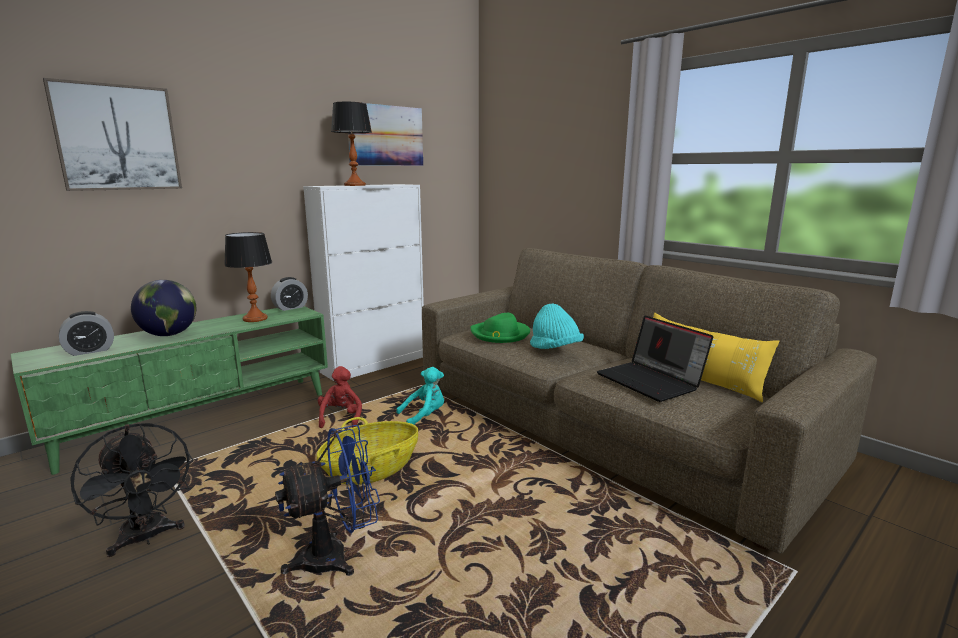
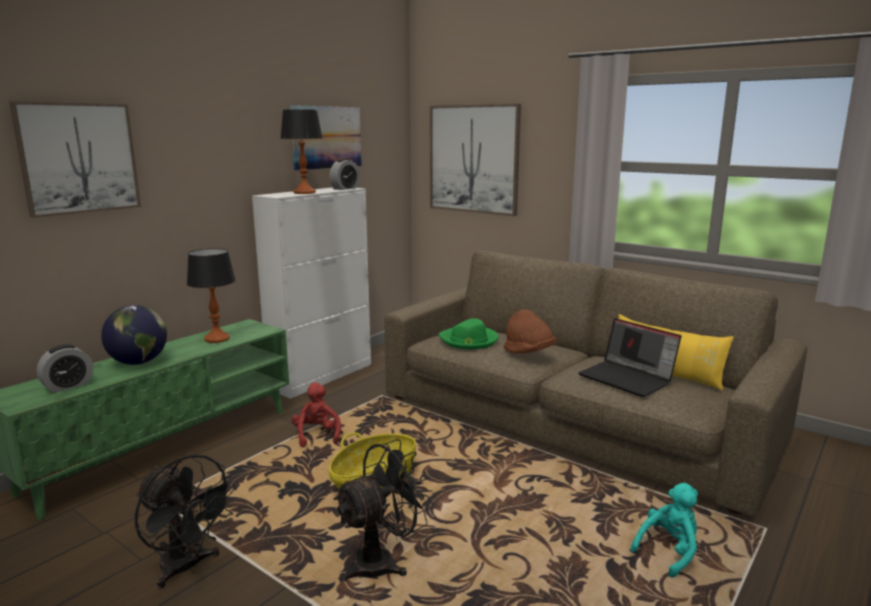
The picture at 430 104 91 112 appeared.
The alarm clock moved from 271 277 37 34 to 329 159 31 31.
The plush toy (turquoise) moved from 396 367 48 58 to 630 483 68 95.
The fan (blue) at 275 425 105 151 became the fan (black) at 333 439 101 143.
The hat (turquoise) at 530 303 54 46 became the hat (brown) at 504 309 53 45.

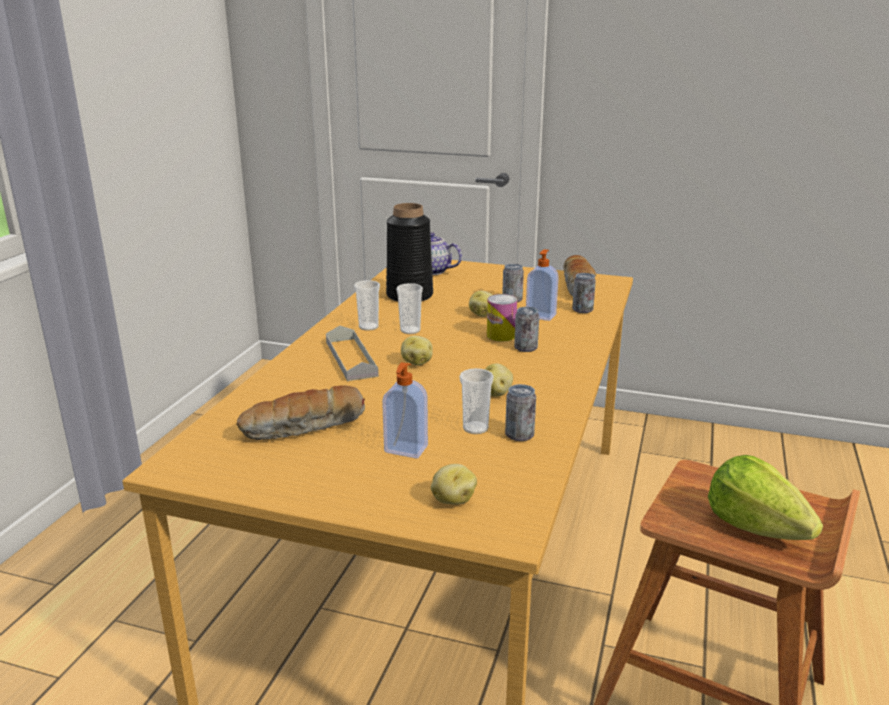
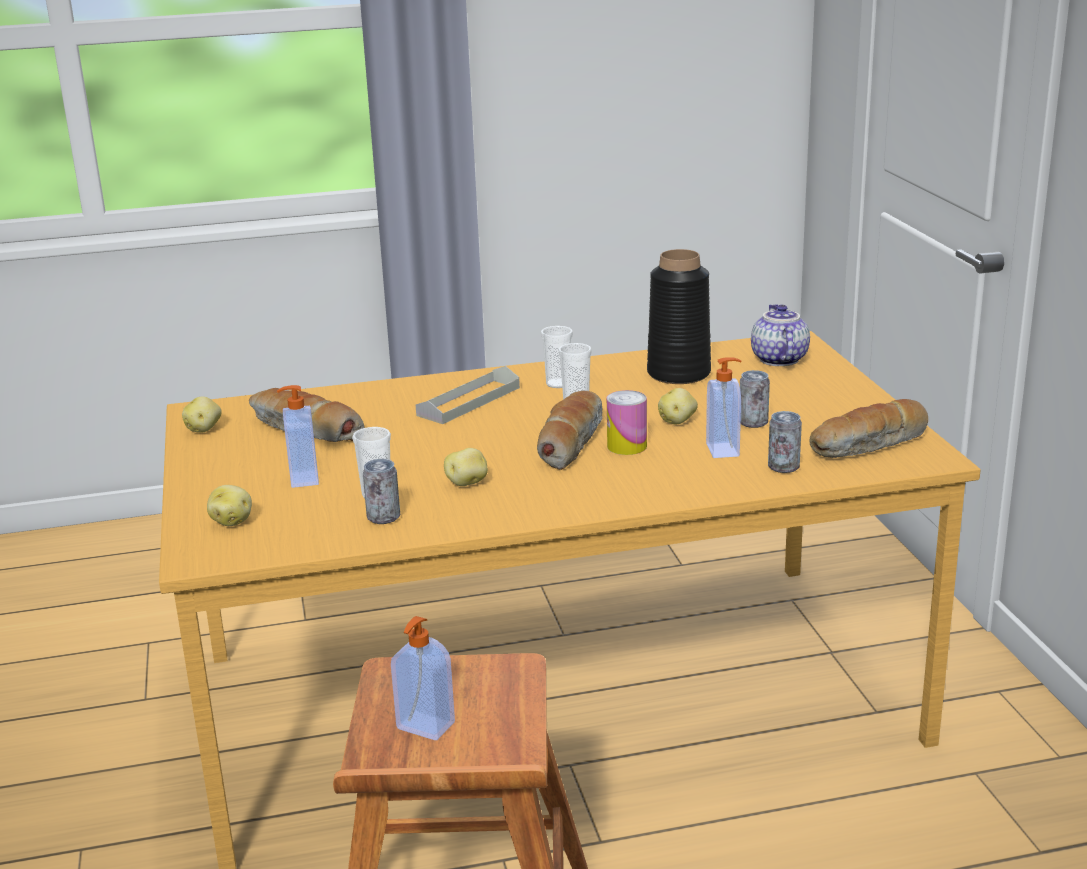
The can at 514 307 25 45 disappeared.
The bread at 537 391 66 79 appeared.
The potato moved from 401 336 32 30 to 182 396 40 37.
The lettuce at 708 455 115 85 was replaced by the soap dispenser at 391 616 64 124.

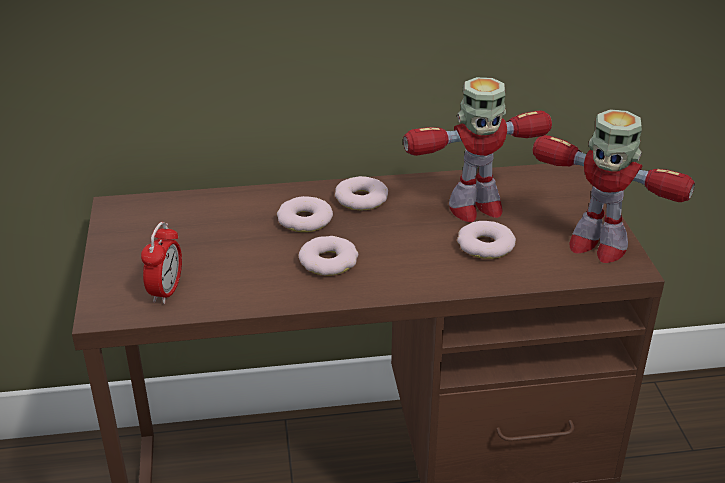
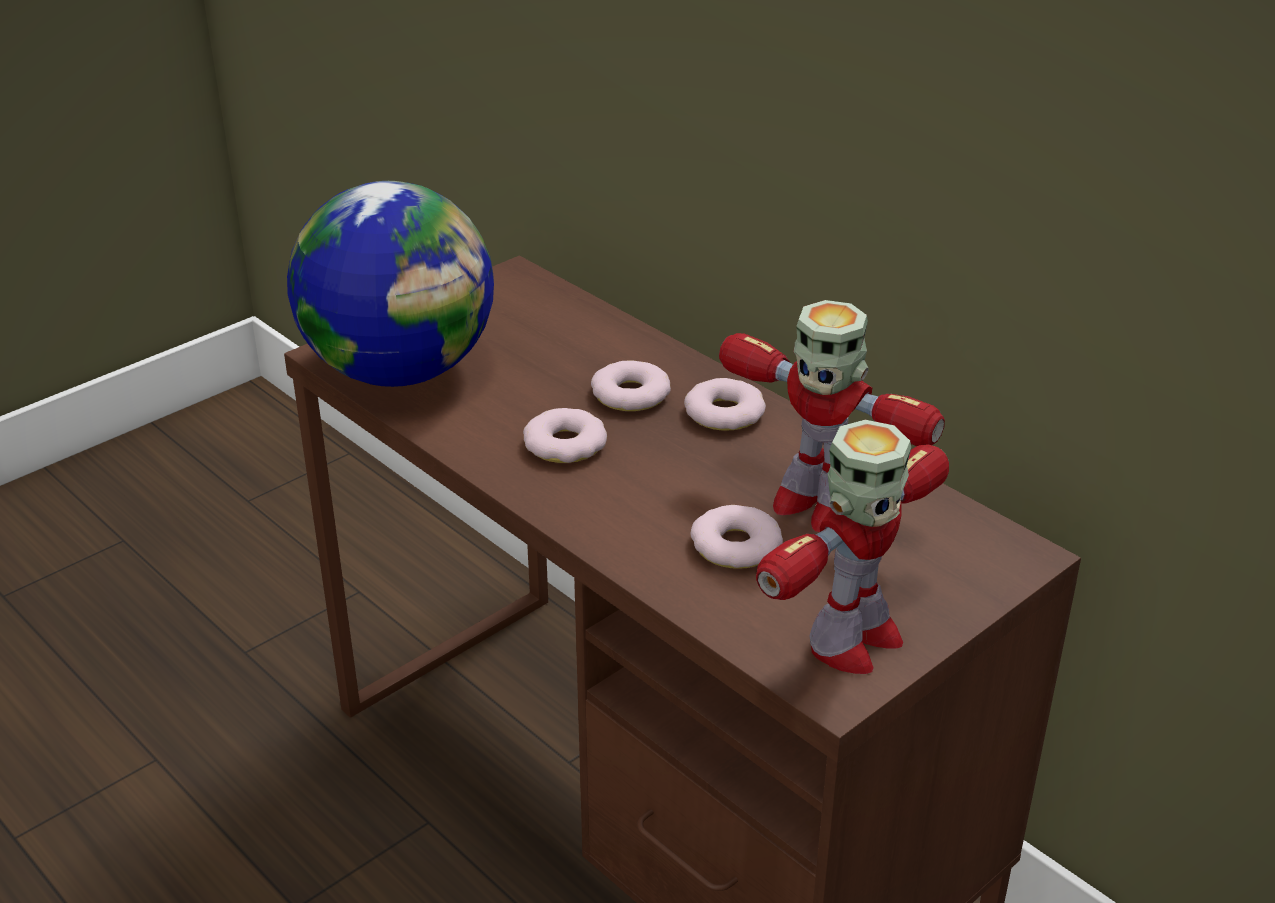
The alarm clock at 141 222 41 82 was replaced by the globe at 287 181 207 206.
The toy robot at 532 109 163 154 turned 135 degrees counterclockwise.

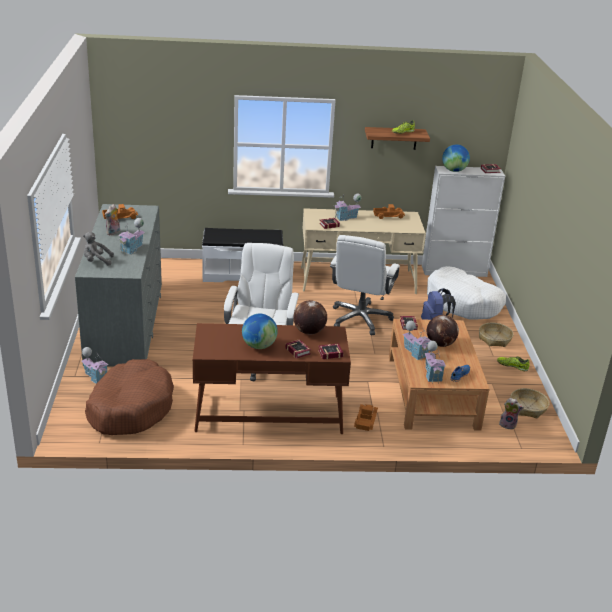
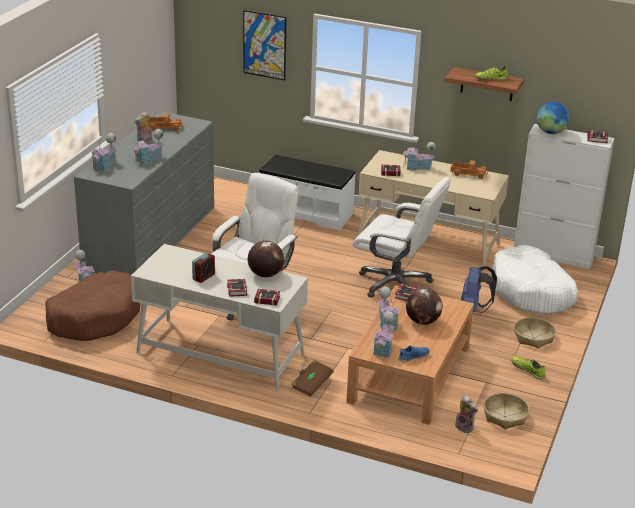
The picture at 243 10 43 70 appeared.
The plush toy (grey) at 83 232 31 34 was replaced by the toy house at 91 133 26 39.
The globe at 242 314 36 35 was replaced by the alarm clock at 192 252 23 31.
The toy truck at 354 404 24 27 was replaced by the book (brown) at 291 359 43 38.
The desk (brown) at 193 323 158 111 became the desk (white) at 131 244 177 147.
The office chair (white) at 330 235 70 100 turned 105 degrees counterclockwise.

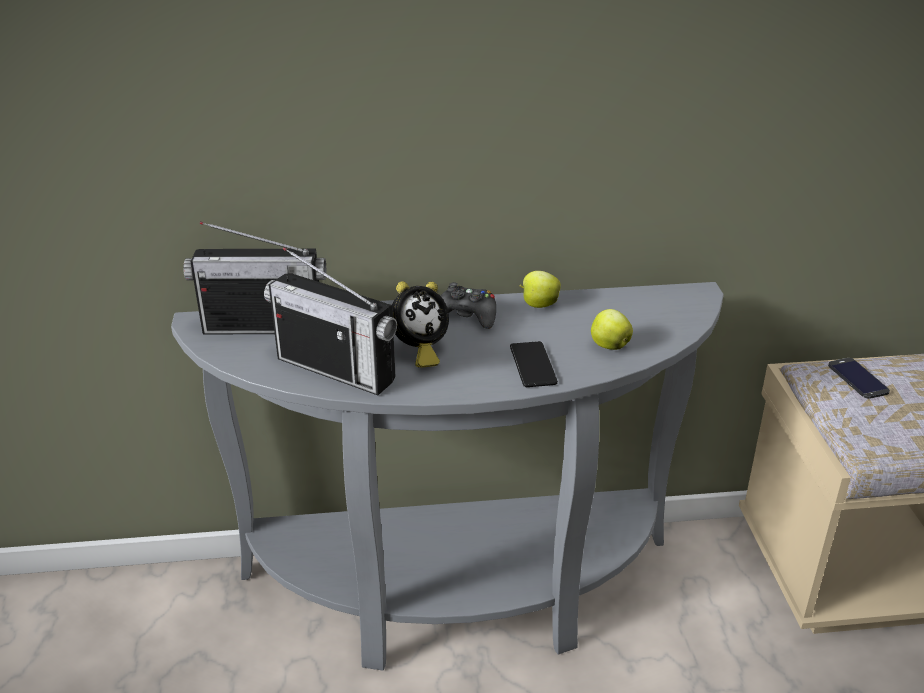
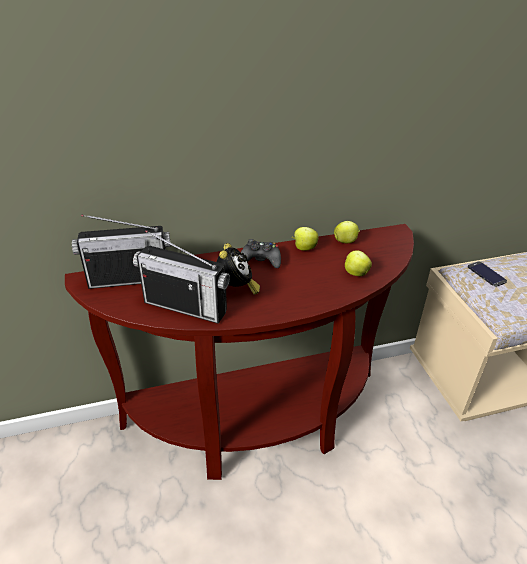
The phone at 510 341 48 46 disappeared.
The apple at 334 221 26 23 appeared.
The console table (grey) at 171 282 553 389 became the console table (brown) at 65 224 349 256.
The alarm clock at 392 282 57 86 turned 45 degrees counterclockwise.

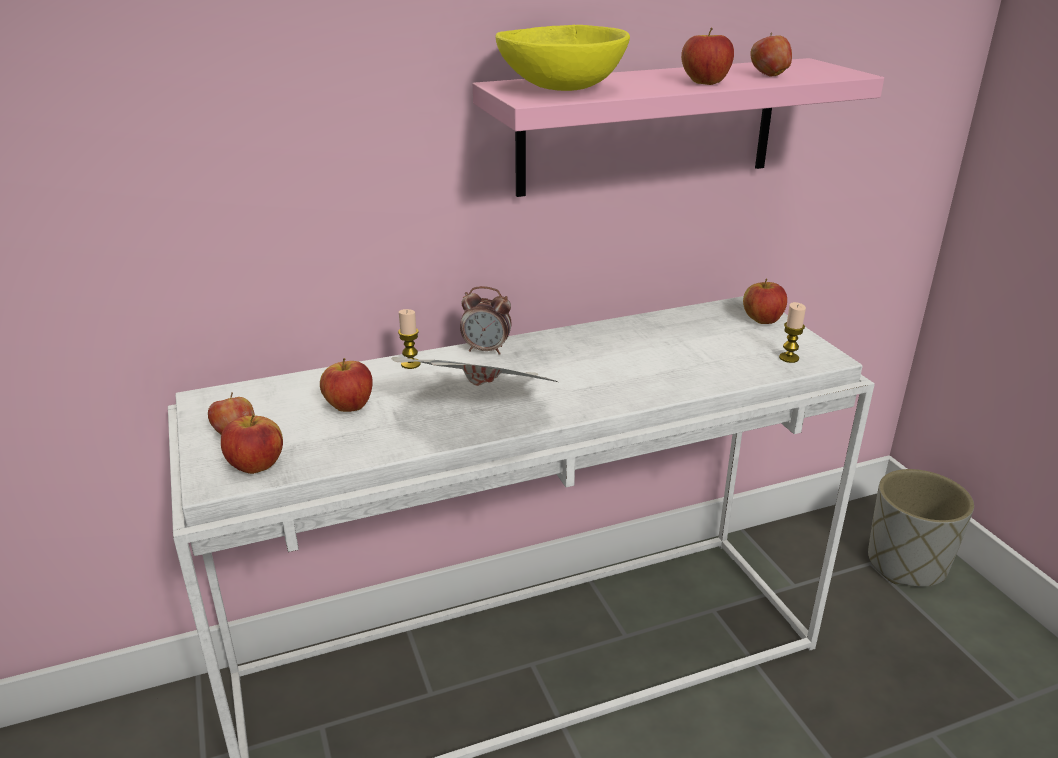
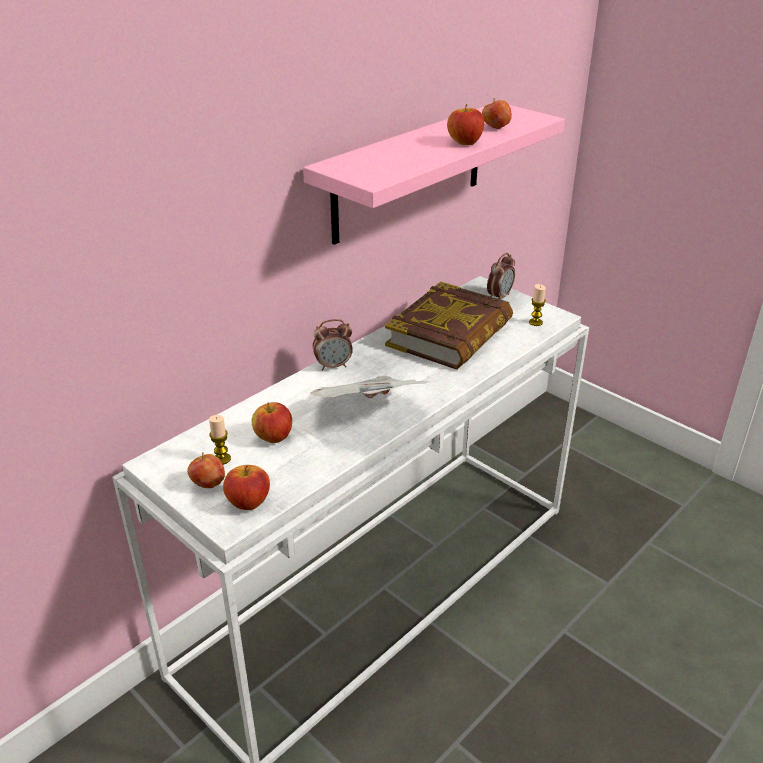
The bowl (yellow) at 495 25 135 66 disappeared.
The planter (grey) at 868 469 106 118 disappeared.
The book at 385 282 128 88 appeared.
The candle moved from 398 309 23 60 to 209 415 22 50.
The apple at 743 279 44 45 was replaced by the alarm clock at 487 253 28 46.

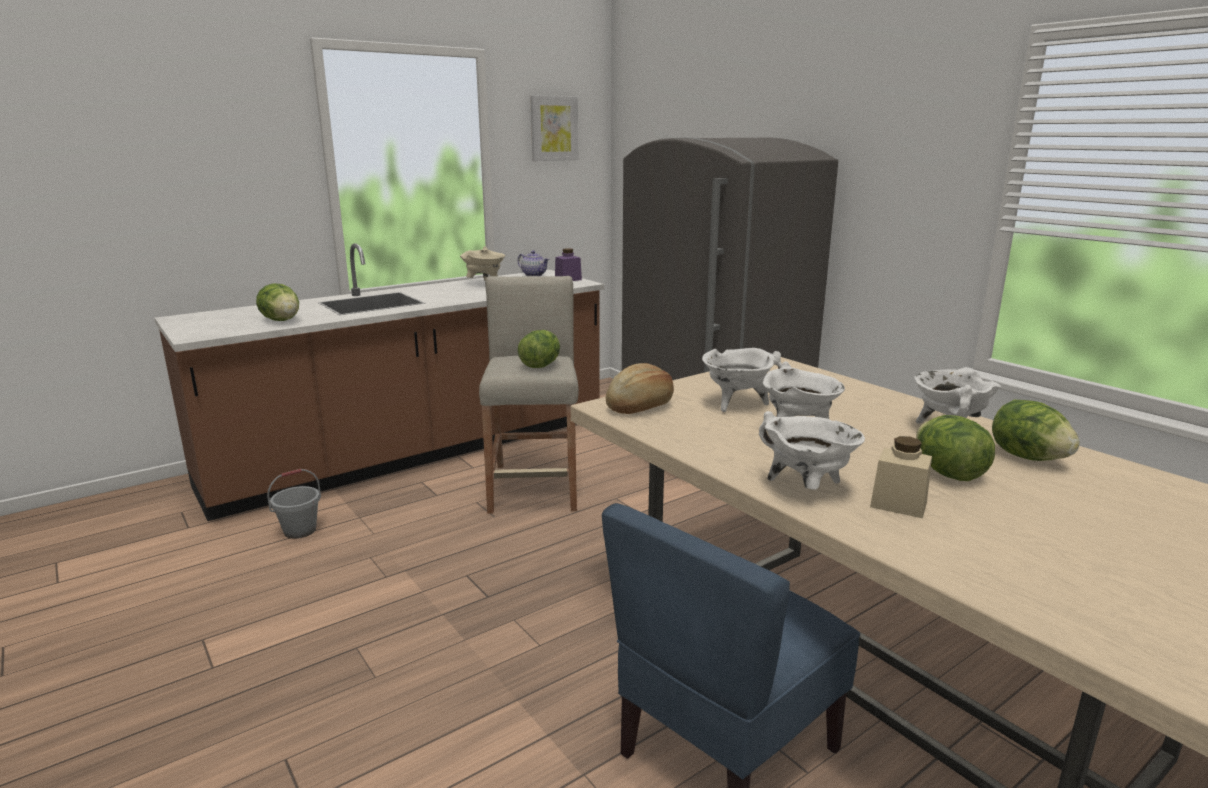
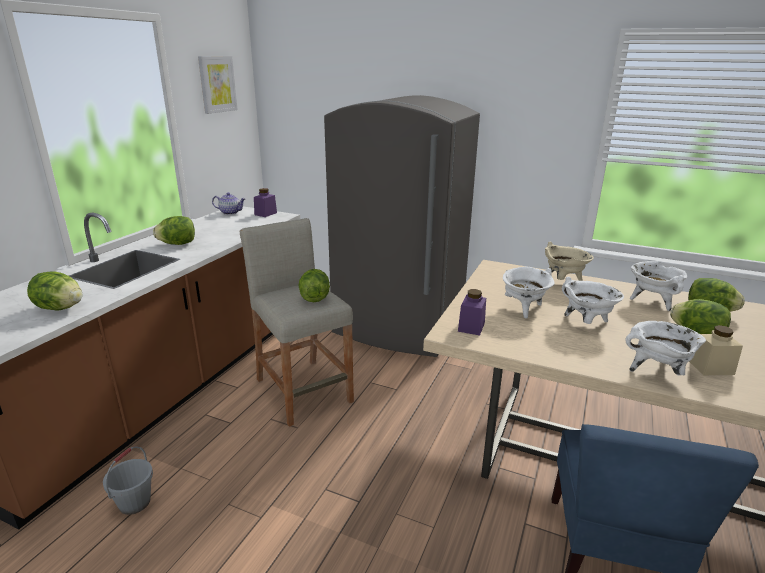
The lettuce at 153 216 42 29 appeared.
The cooking pot (beige) moved from 460 246 45 35 to 545 241 49 40.
The bread at 606 363 68 51 was replaced by the jar (purple) at 458 289 28 46.

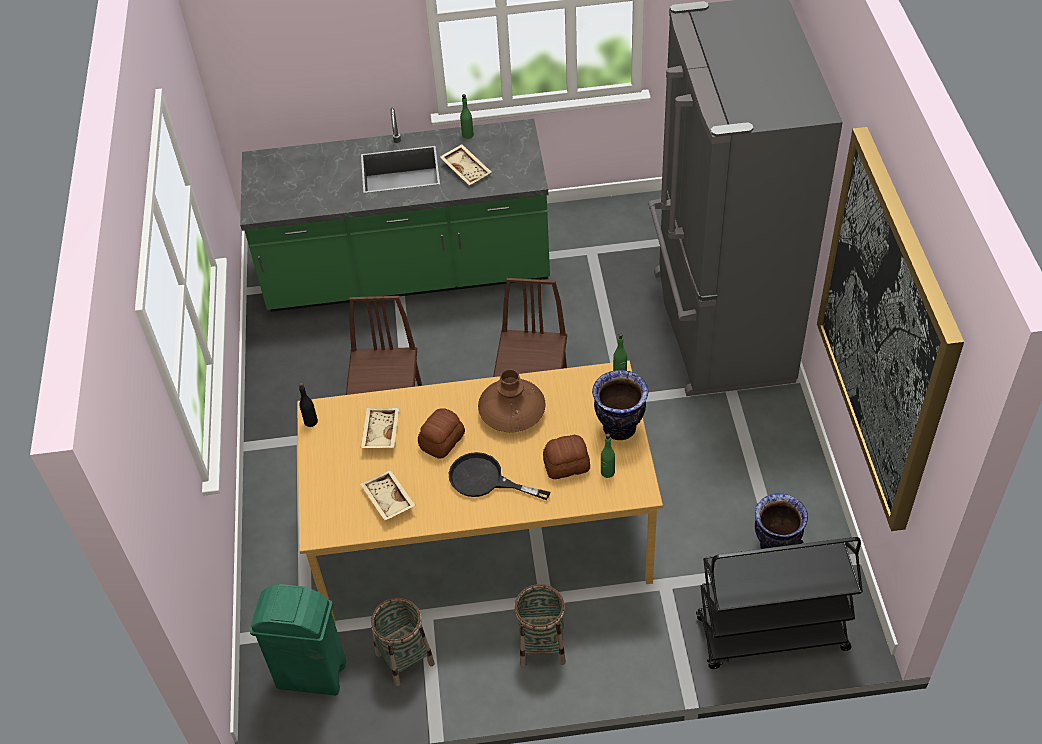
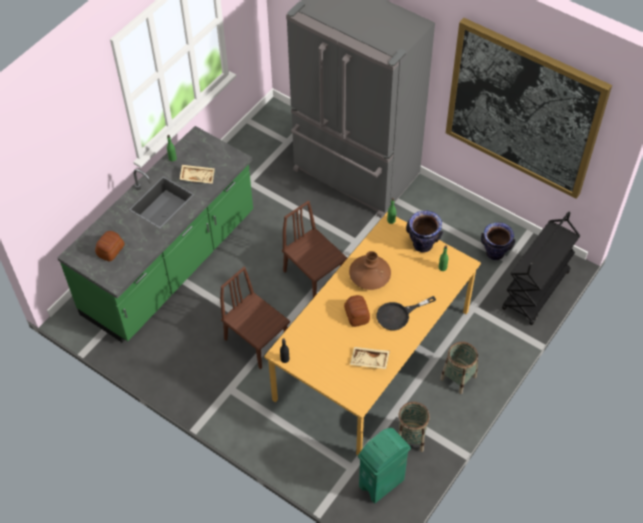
The tray (beige) at 361 408 38 40 disappeared.
The bread moved from 543 435 47 44 to 95 231 30 30.

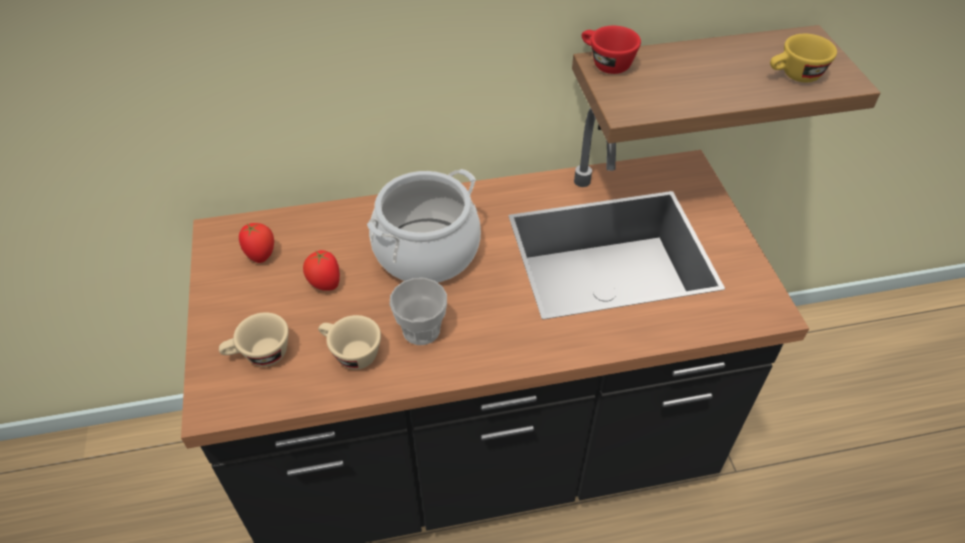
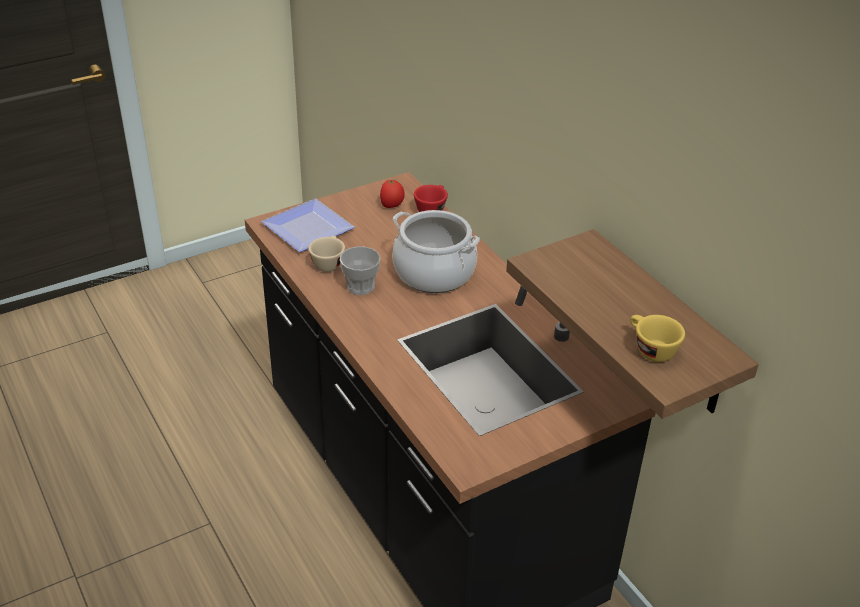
The tomato at 303 250 37 41 disappeared.
The cup (red) moved from 582 26 59 48 to 414 185 34 27.
The cup (beige) at 219 312 70 55 was replaced by the plate at 261 199 94 53.

